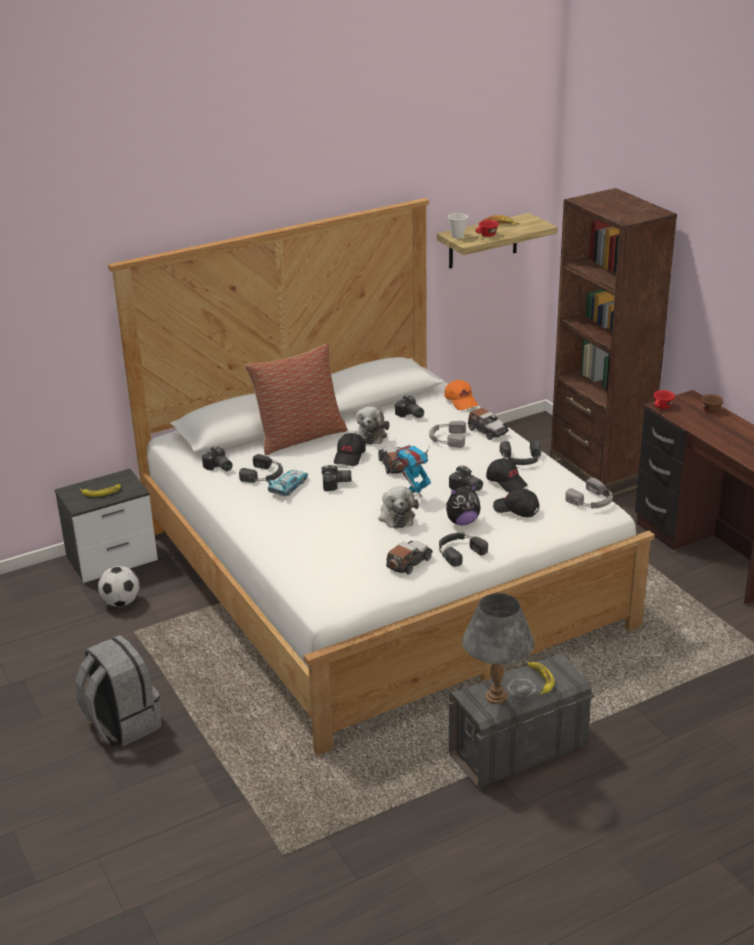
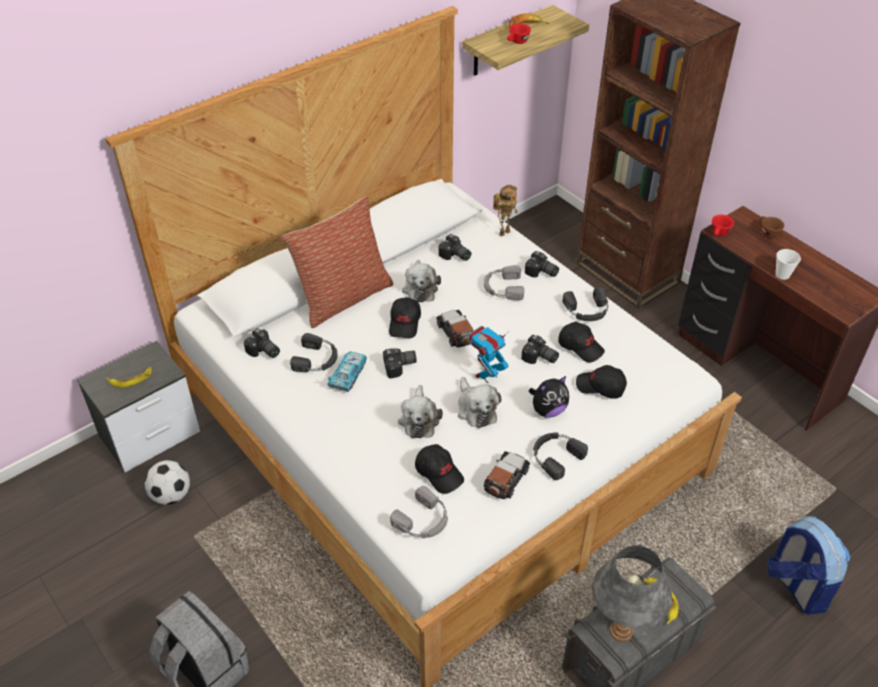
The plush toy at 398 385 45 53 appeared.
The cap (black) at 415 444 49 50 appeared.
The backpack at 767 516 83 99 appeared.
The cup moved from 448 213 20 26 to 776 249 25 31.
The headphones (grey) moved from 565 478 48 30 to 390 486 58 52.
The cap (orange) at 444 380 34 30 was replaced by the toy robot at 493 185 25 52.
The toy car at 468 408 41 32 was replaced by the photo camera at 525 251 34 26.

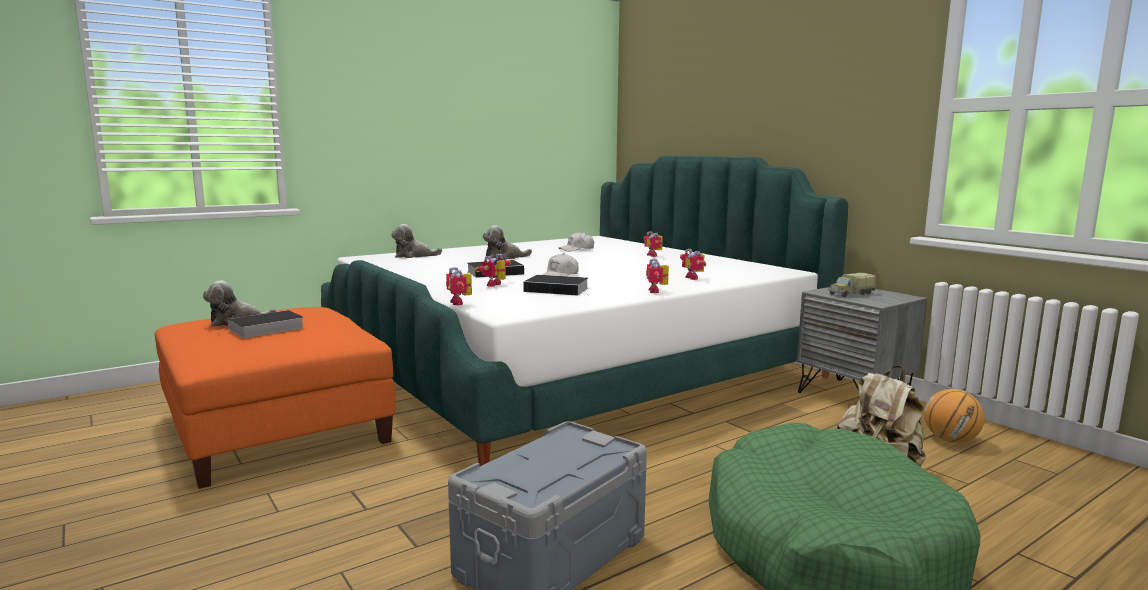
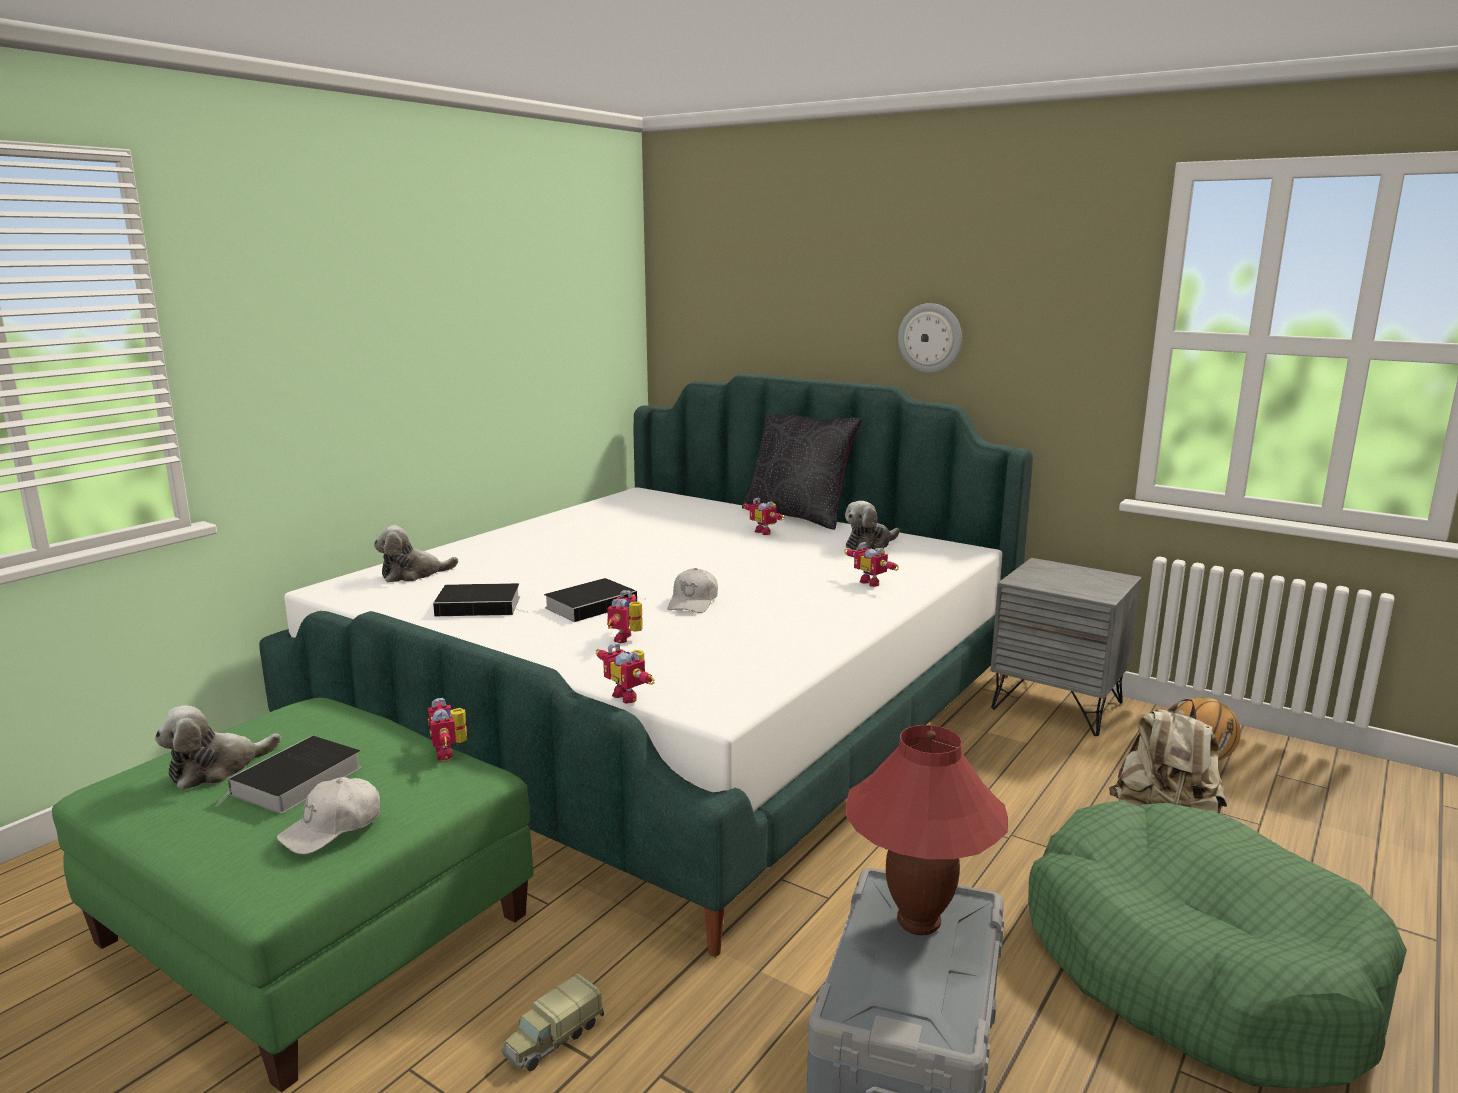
The pillow (black) at 742 411 120 119 appeared.
The table lamp (red) at 846 725 162 210 appeared.
The wall clock at 898 303 64 70 appeared.
The plush toy moved from 482 225 50 35 to 845 501 55 49.
The book moved from 523 275 67 21 to 433 583 94 33.
The cap (white) moved from 558 232 36 20 to 276 777 104 78.
The toy robot moved from 646 258 23 35 to 428 698 39 62.
The toy truck moved from 828 273 48 24 to 502 973 102 99.
The ottoman (orange) at 155 307 241 182 became the ottoman (green) at 52 698 482 394.

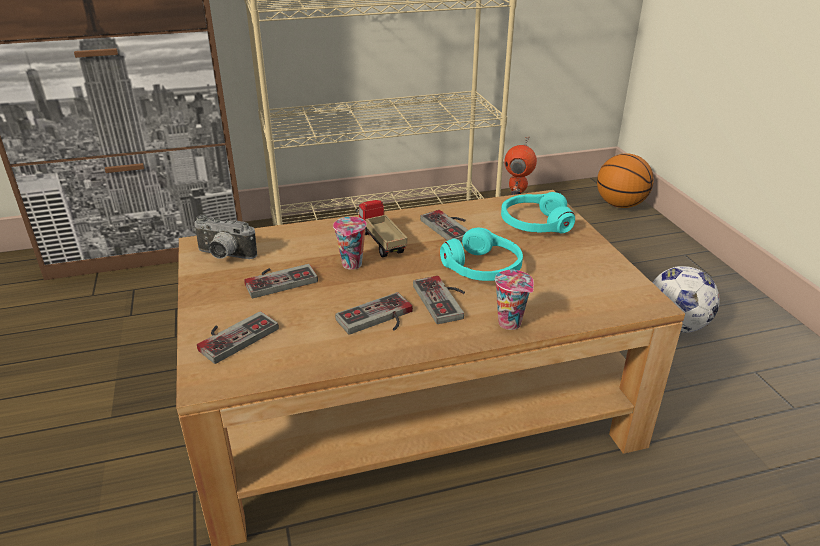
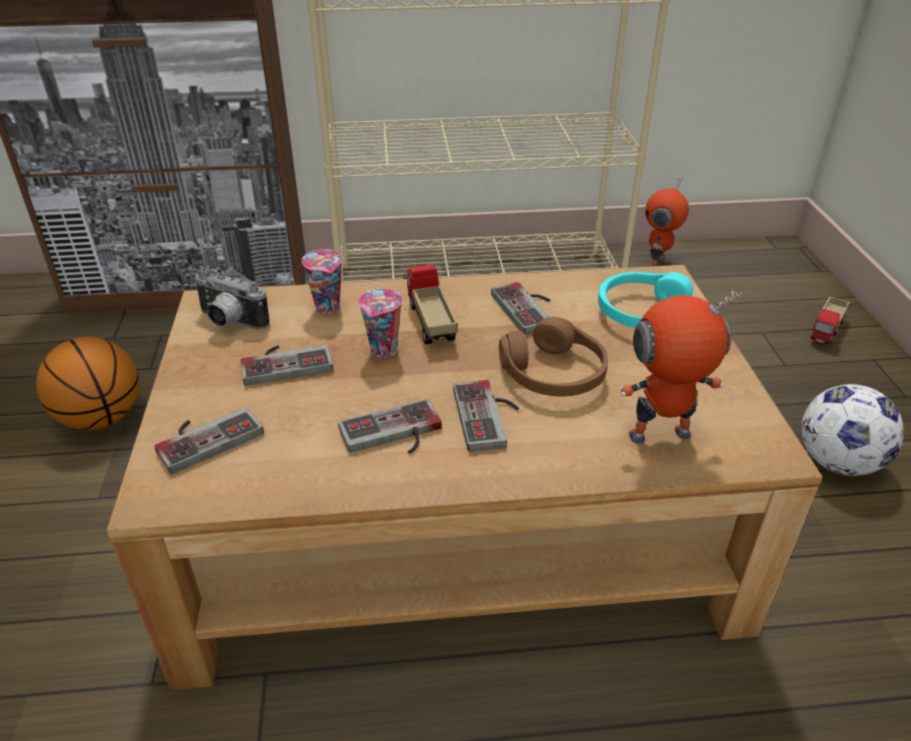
The toy robot at 620 291 123 153 appeared.
The toy truck at 811 297 39 47 appeared.
The cup moved from 495 270 39 60 to 302 249 41 65.
The basketball moved from 597 153 57 55 to 36 337 103 93.
The headphones (turquoise) at 440 228 83 53 became the headphones (brown) at 499 317 109 80.

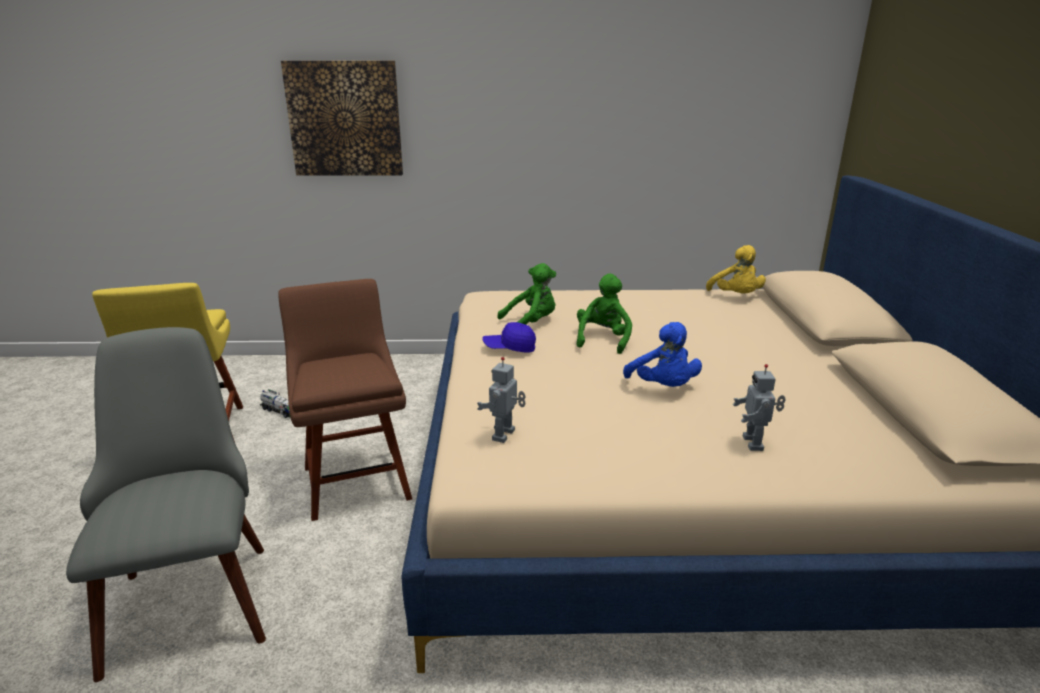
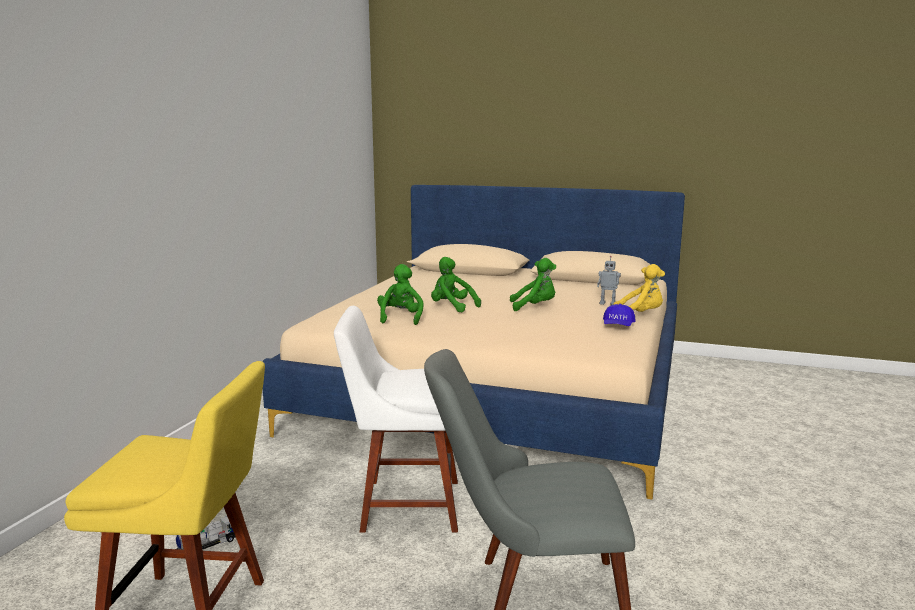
The picture at 281 60 122 116 disappeared.
The toy robot at 477 357 49 86 disappeared.
The cap (blue) moved from 482 322 54 30 to 603 304 33 22.
The plush toy (yellow) moved from 706 245 60 49 to 613 264 52 48.
The chair (brown) at 278 279 134 242 became the chair (white) at 334 306 124 227.
The plush toy (blue) at 623 322 79 65 became the plush toy (green) at 510 258 46 53.

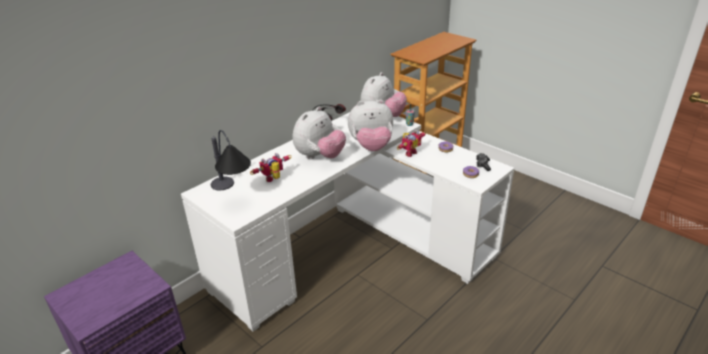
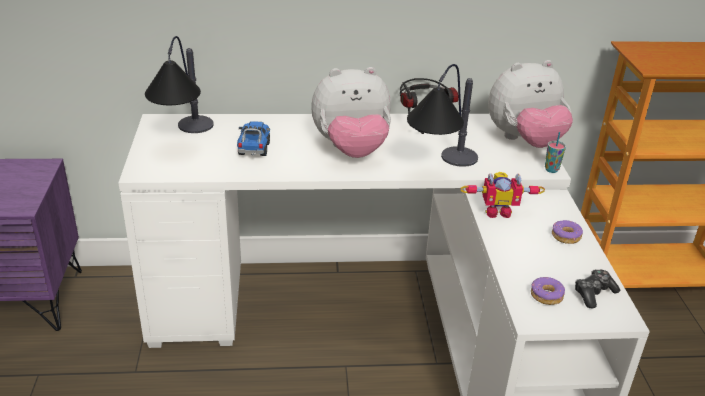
The toy robot at 250 153 41 29 was replaced by the toy truck at 237 121 33 35.
The plush toy at 348 99 45 52 was replaced by the table lamp at 407 64 71 103.

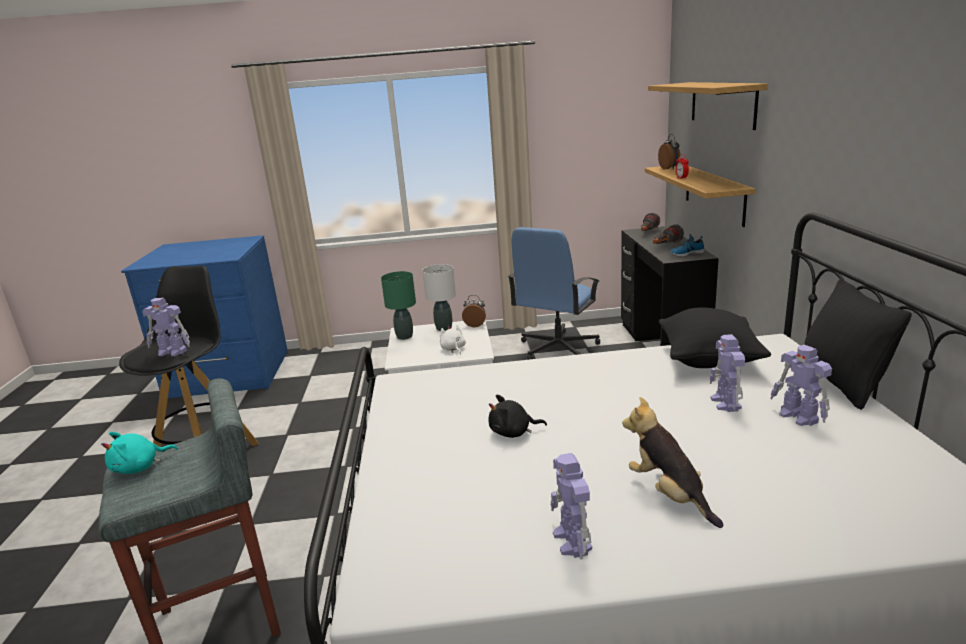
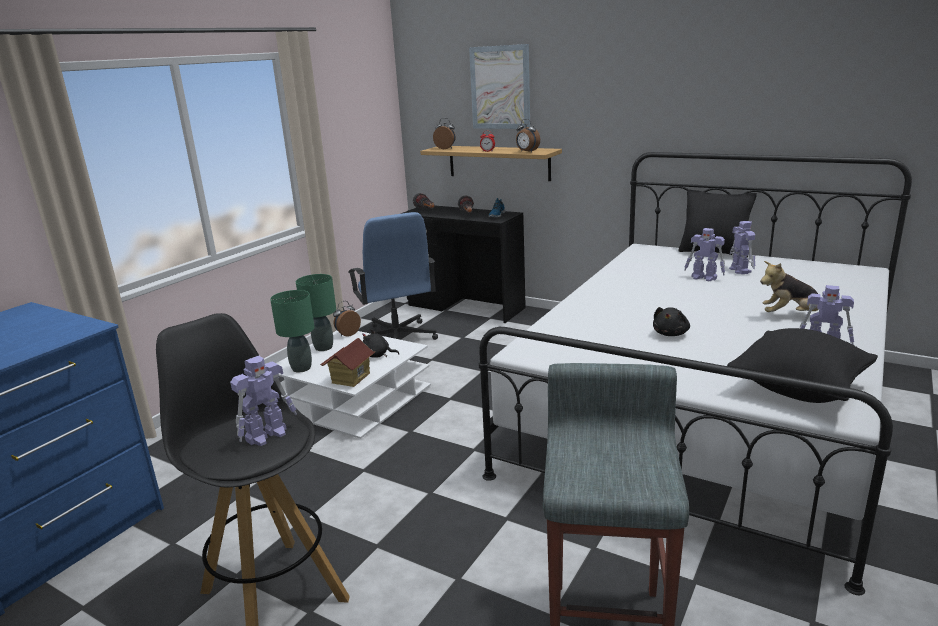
The plush toy (turquoise) at 101 432 77 42 disappeared.
The toy house at 320 338 55 49 appeared.
The alarm clock at 516 119 24 33 appeared.
The pillow (black) moved from 659 307 112 61 to 727 328 151 75.
The shelf at 648 82 120 48 was replaced by the picture at 469 44 61 85.
The table lamp (white) at 422 264 34 67 became the table lamp (green) at 296 274 40 77.
The plush toy (white) at 440 325 26 30 became the plush toy (black) at 362 329 37 29.
The toy robot at 770 344 62 82 turned 105 degrees counterclockwise.

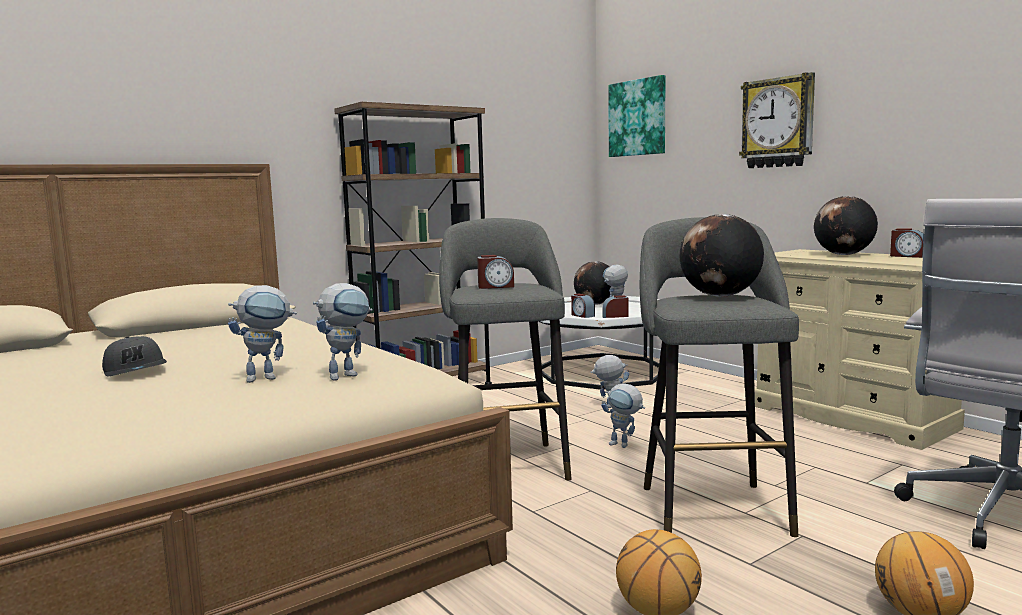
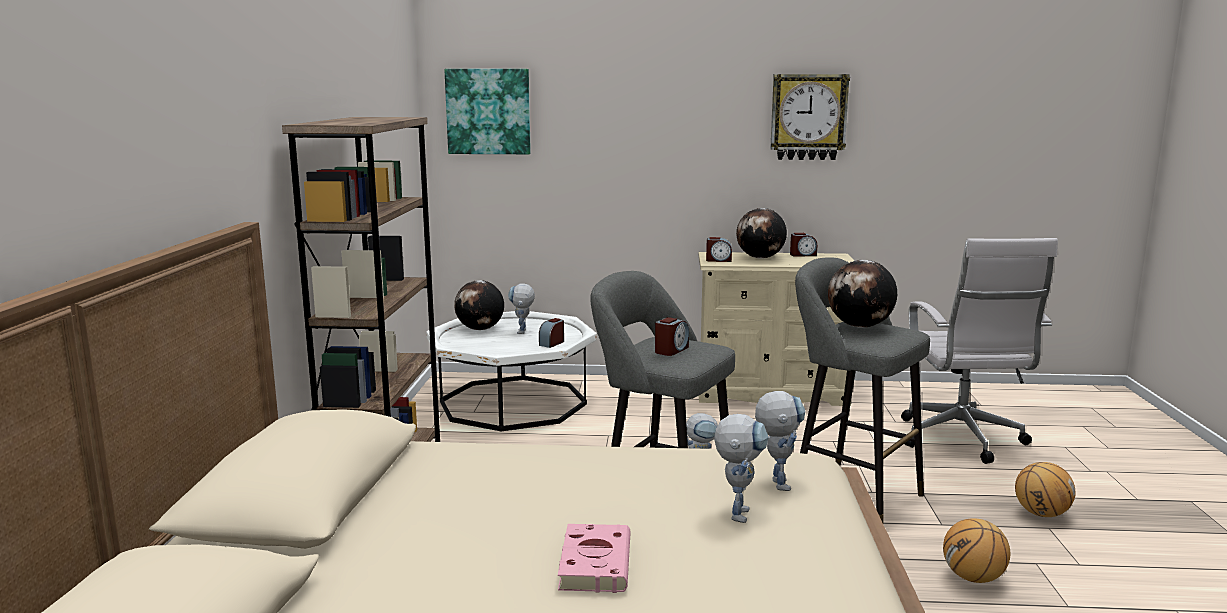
The toy robot at 590 355 39 53 disappeared.
The alarm clock moved from 571 294 24 24 to 706 237 26 25.
The wall clock moved from 739 72 76 96 to 770 74 80 86.
The cap (grey) at 102 336 65 40 was replaced by the book (pink) at 558 524 73 69.

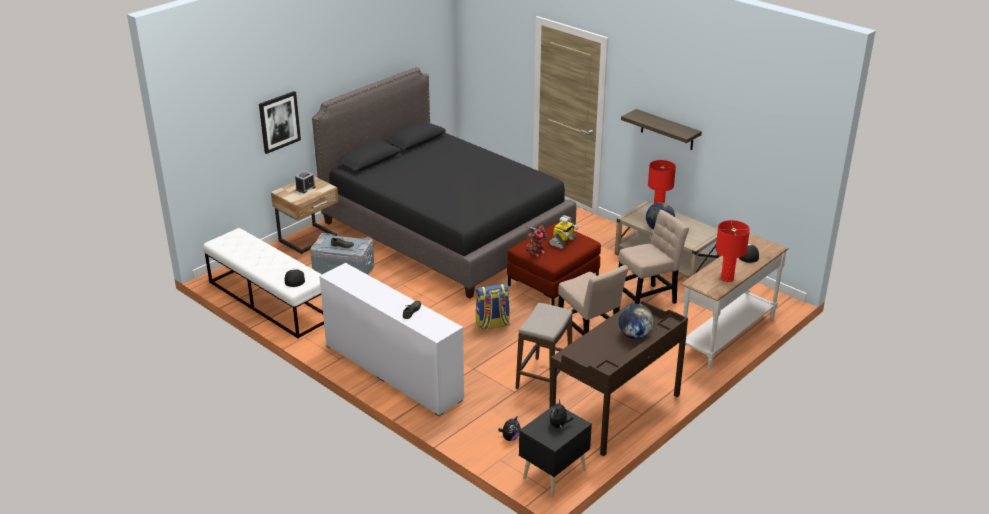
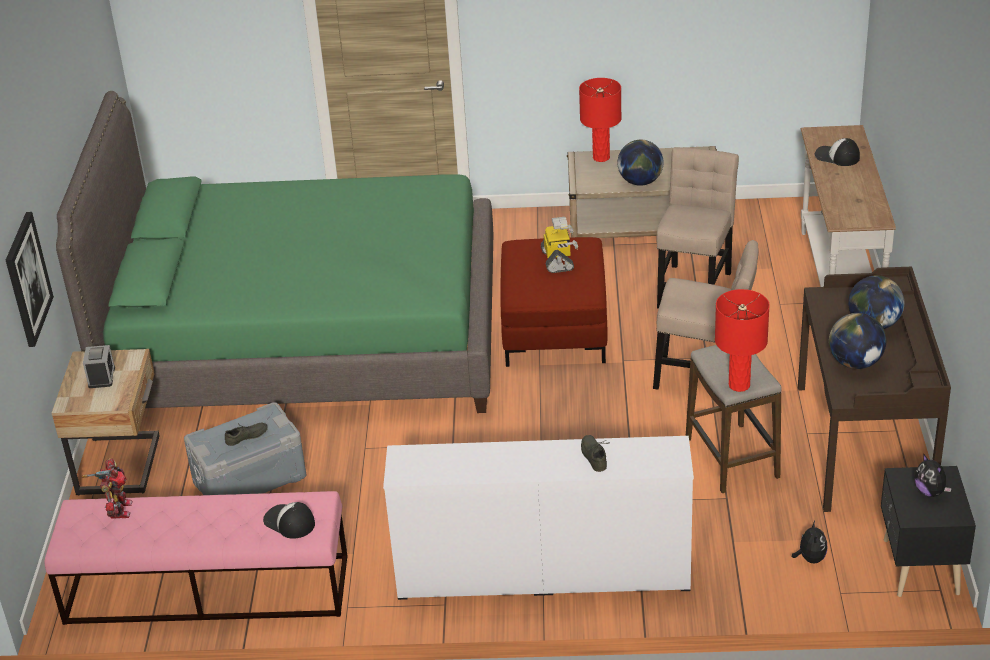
The backpack at 476 283 34 47 disappeared.
The shelf at 621 109 81 41 disappeared.
The globe at 829 313 57 56 appeared.
The toy robot moved from 525 225 22 32 to 82 458 51 61.
The table lamp (red) moved from 715 220 35 62 to 715 289 55 103.
The bench (white) at 203 228 121 111 became the bench (pink) at 45 491 303 134.
The bed (black) at 312 67 264 231 became the bed (green) at 56 91 437 322.

